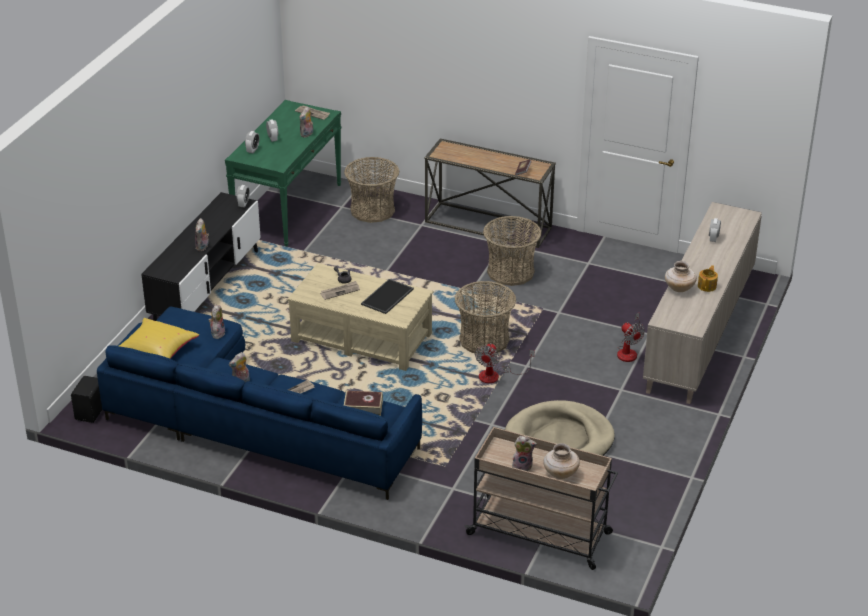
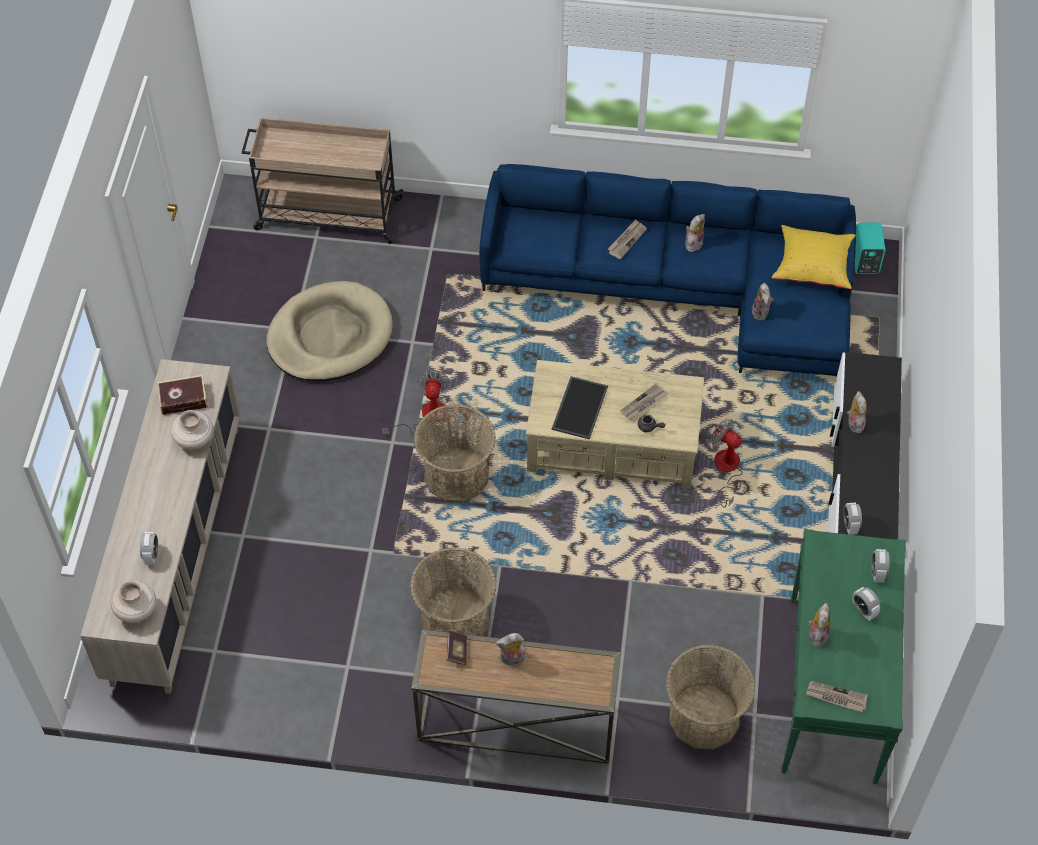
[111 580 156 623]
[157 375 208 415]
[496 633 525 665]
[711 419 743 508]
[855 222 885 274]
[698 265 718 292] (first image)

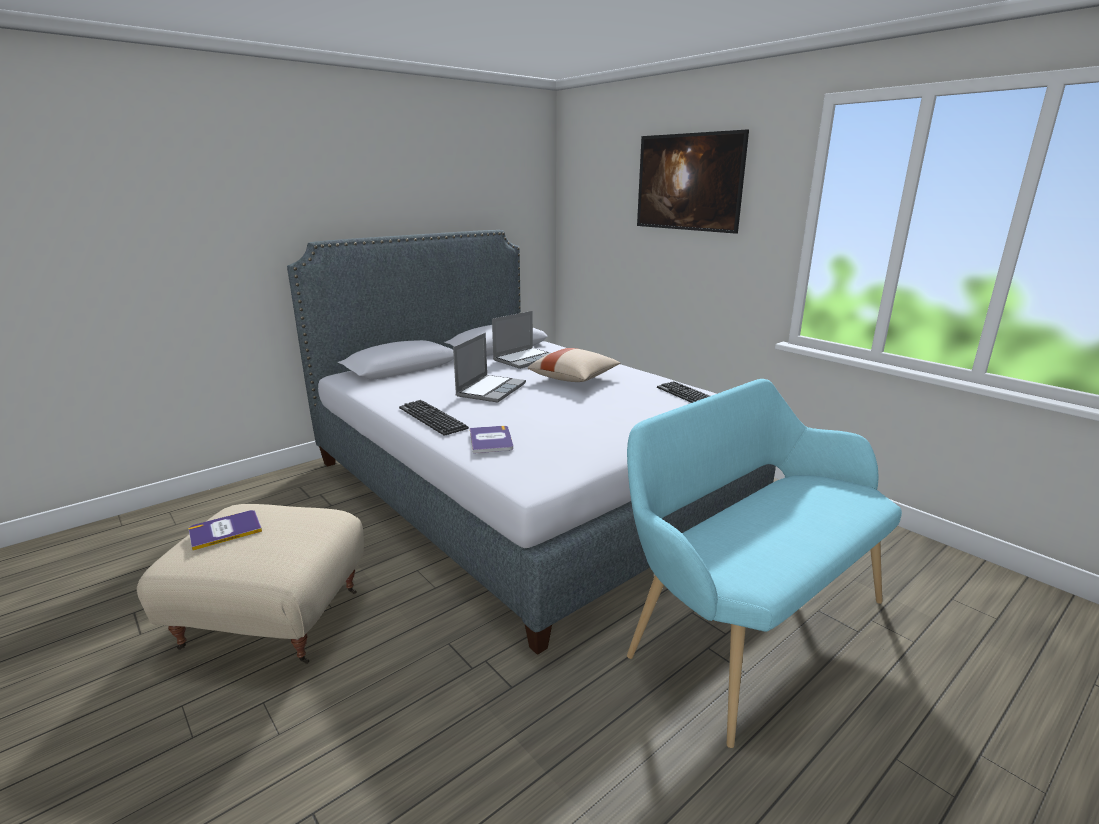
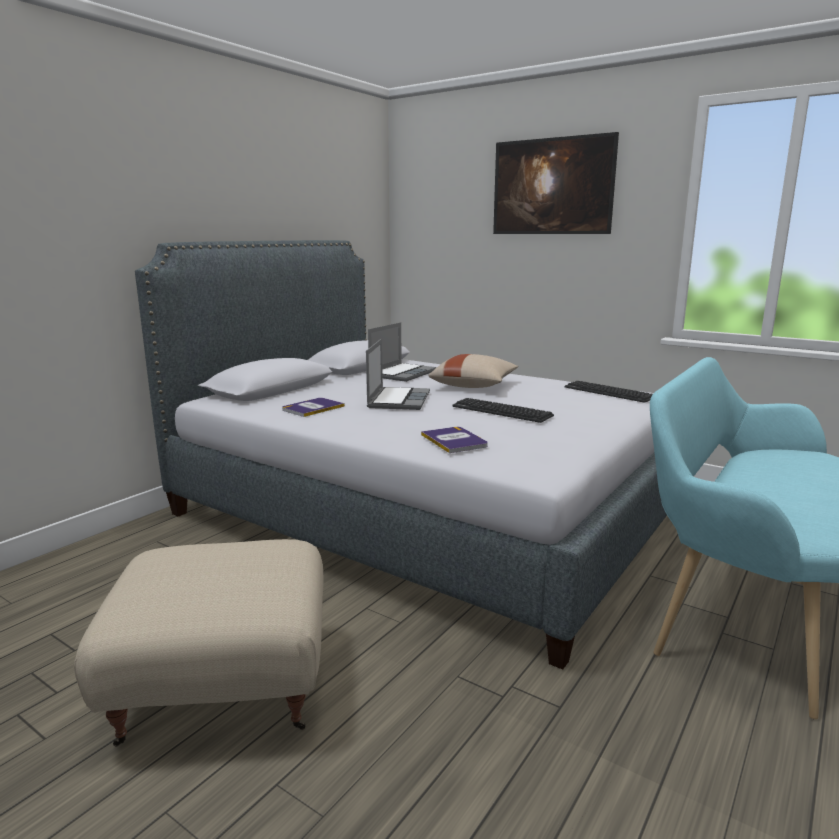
[282 398 345 417]
[452 398 554 423]

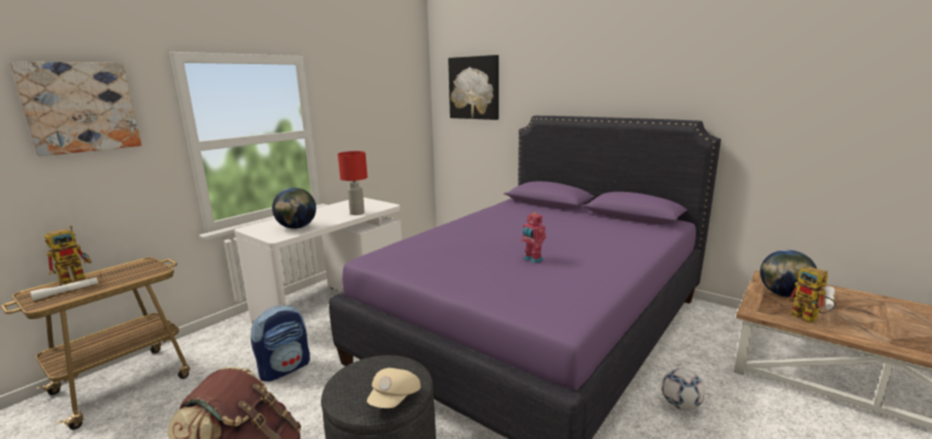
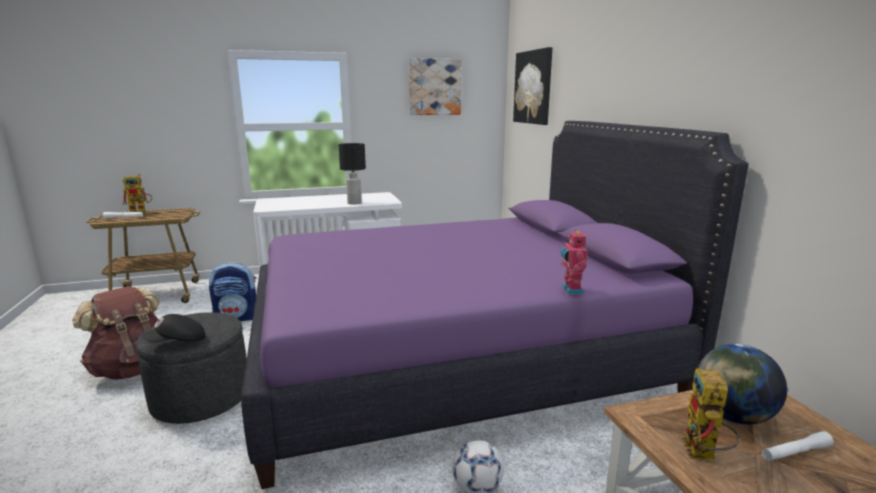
[142 314 205 343]
[339 143 366 205]
[409 58 462 115]
[561 230 588 294]
[272 188 316 229] (first image)

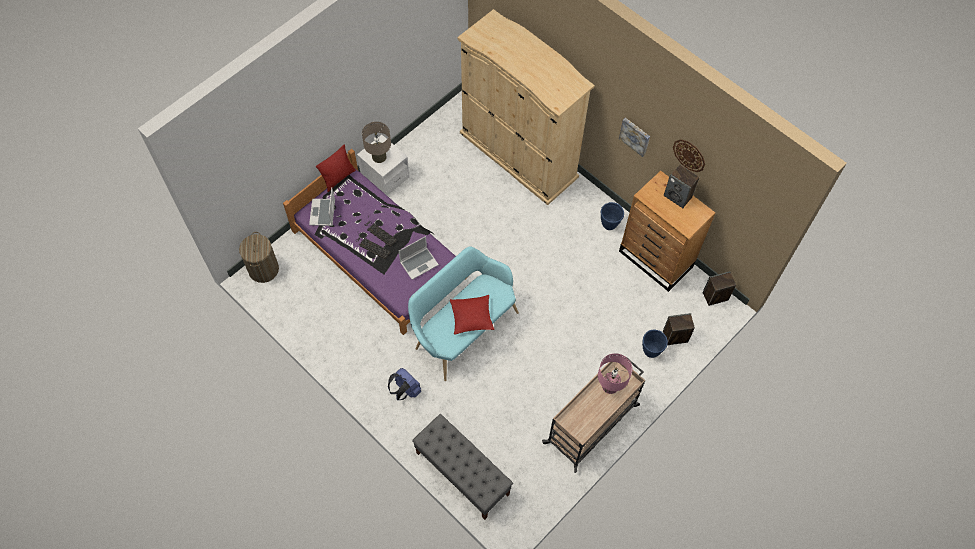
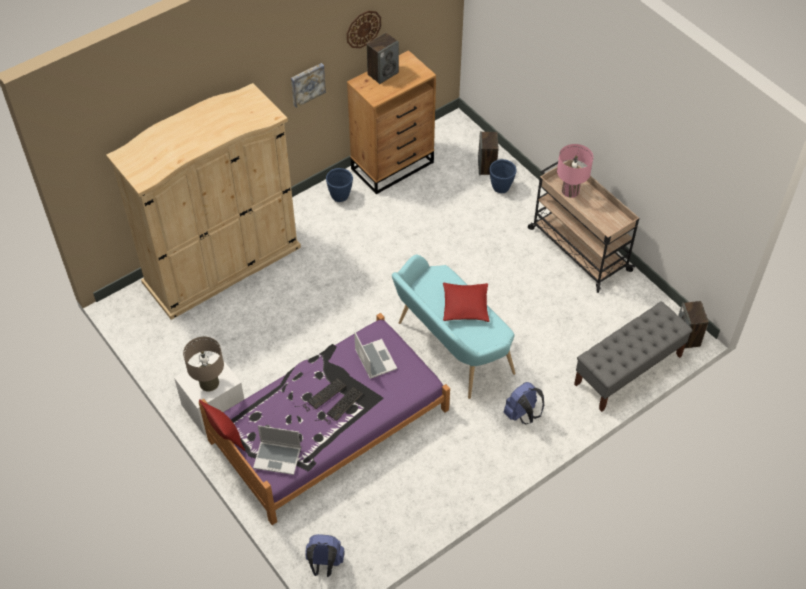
[305 534 345 577]
[678 301 709 348]

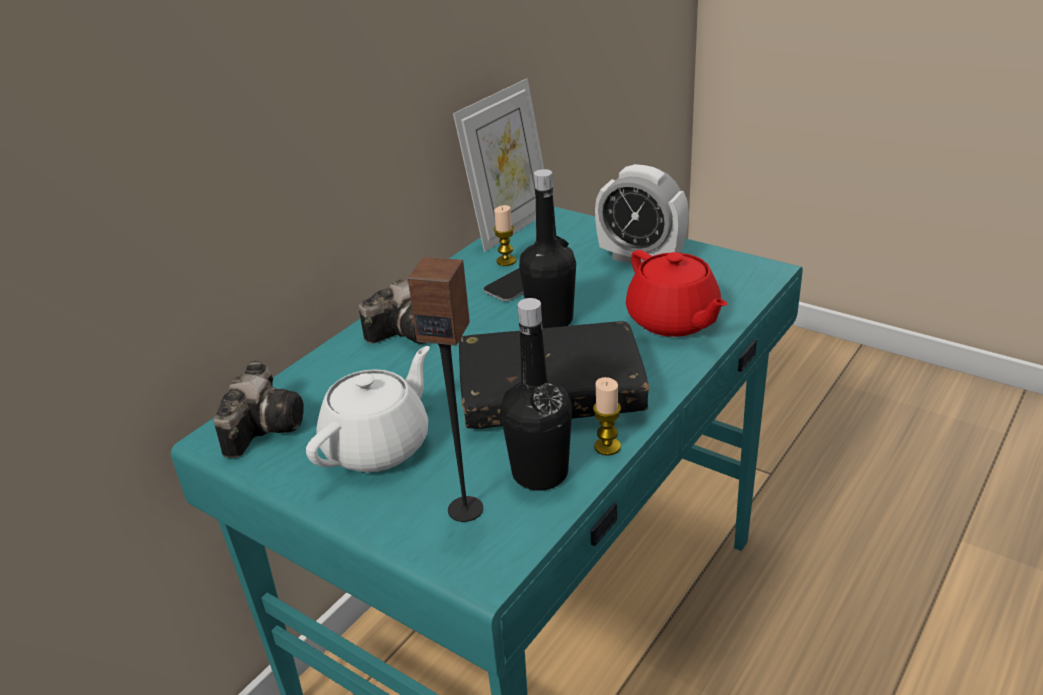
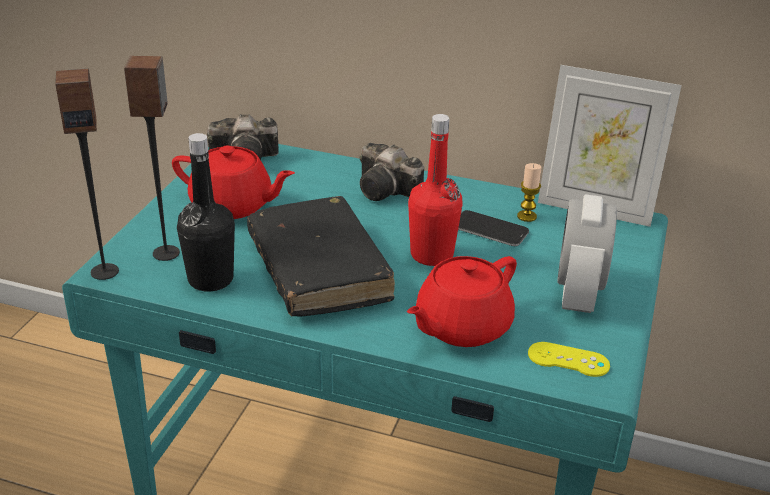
[55 68 119 280]
[172 146 295 219]
[408 114 463 266]
[528 342 610 377]
[593 377 621 456] (first image)

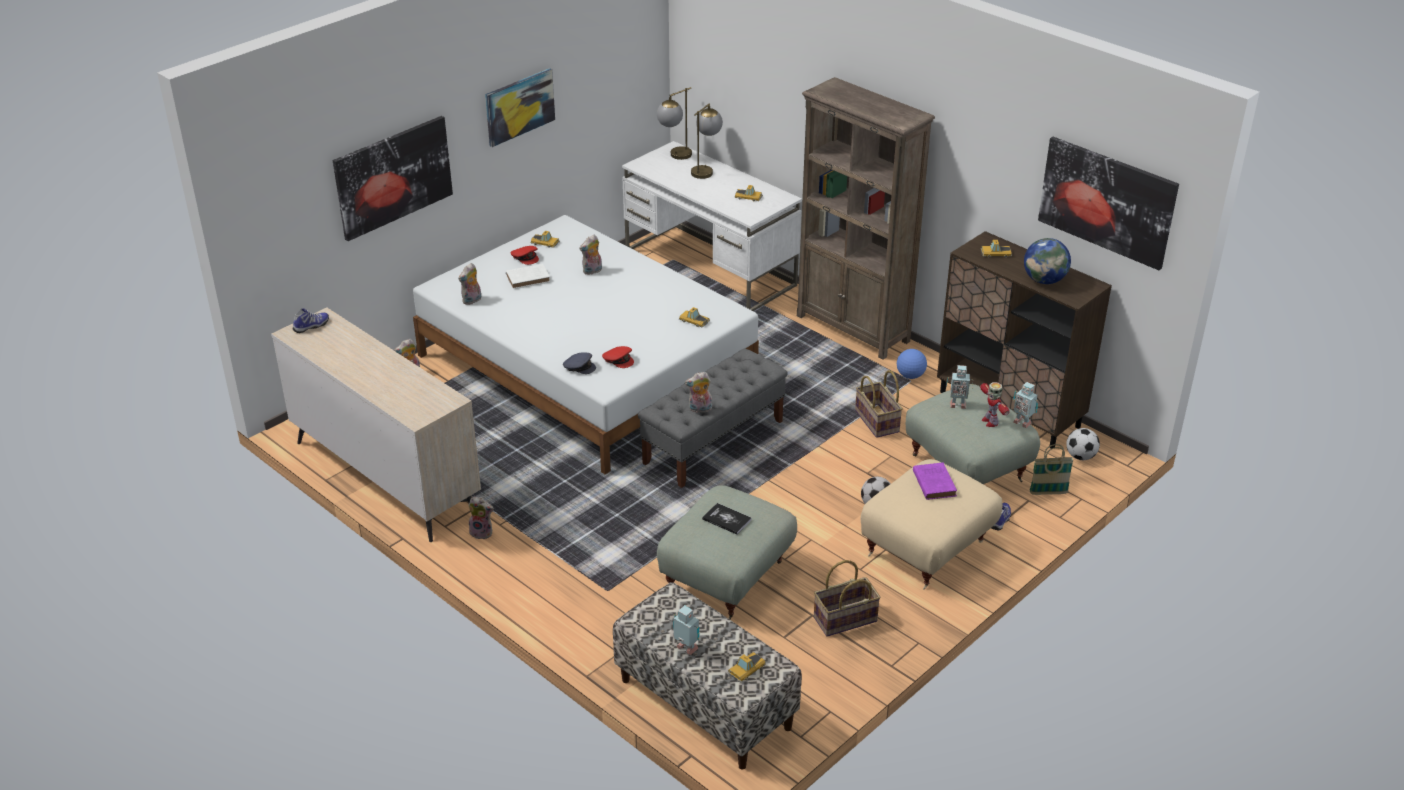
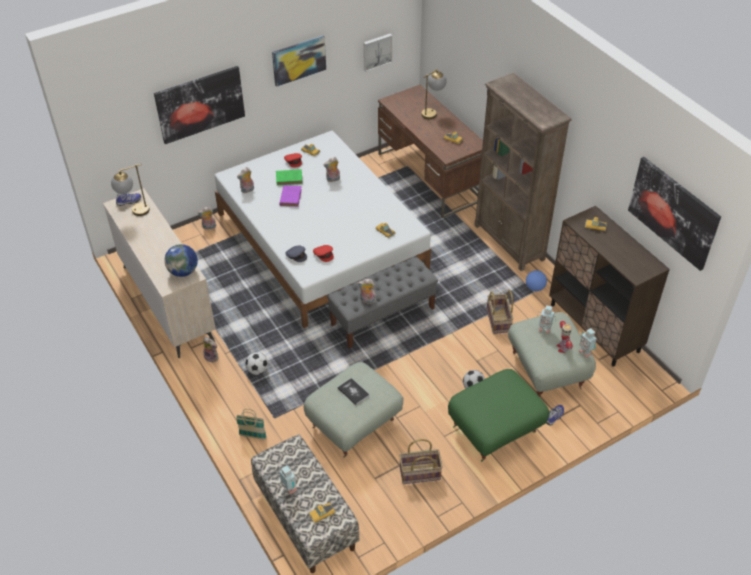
[111 164 150 216]
[164 244 198 277]
[236 409 267 440]
[245 352 268 375]
[276 169 303 185]
[279 185 302 207]
[363 33 393 72]
[378 85 483 218]
[448 369 550 462]

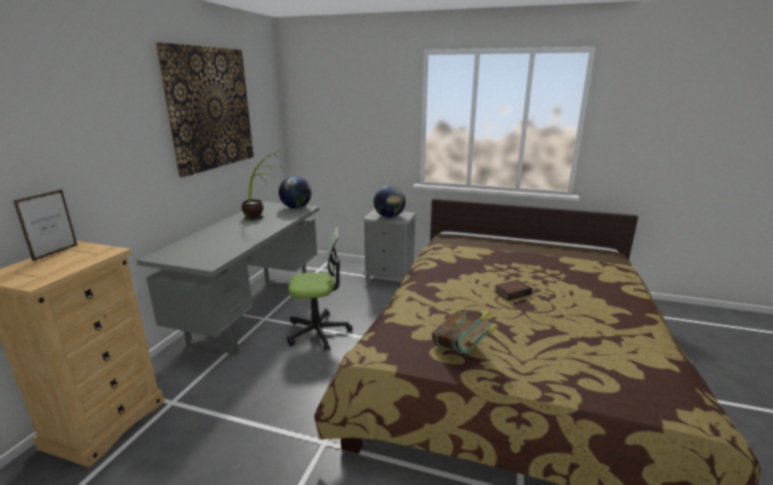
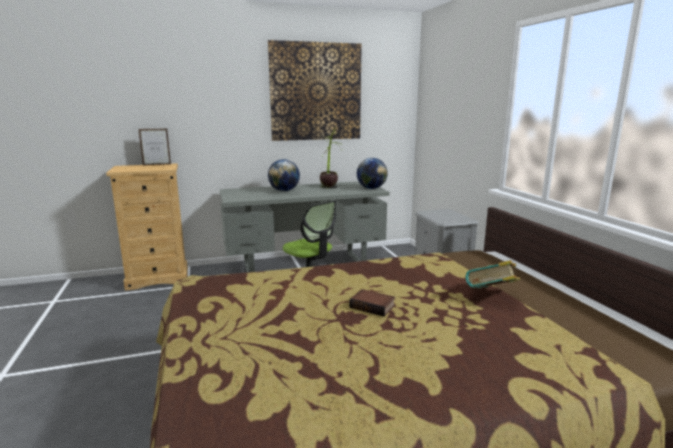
[268 159 300 191]
[465 260 520 289]

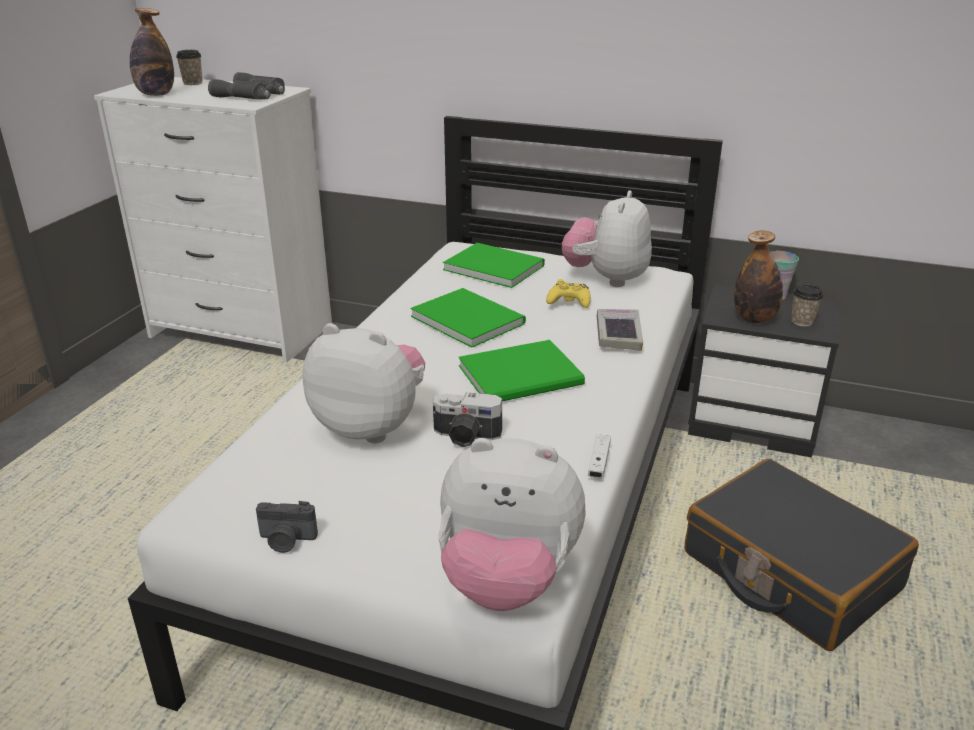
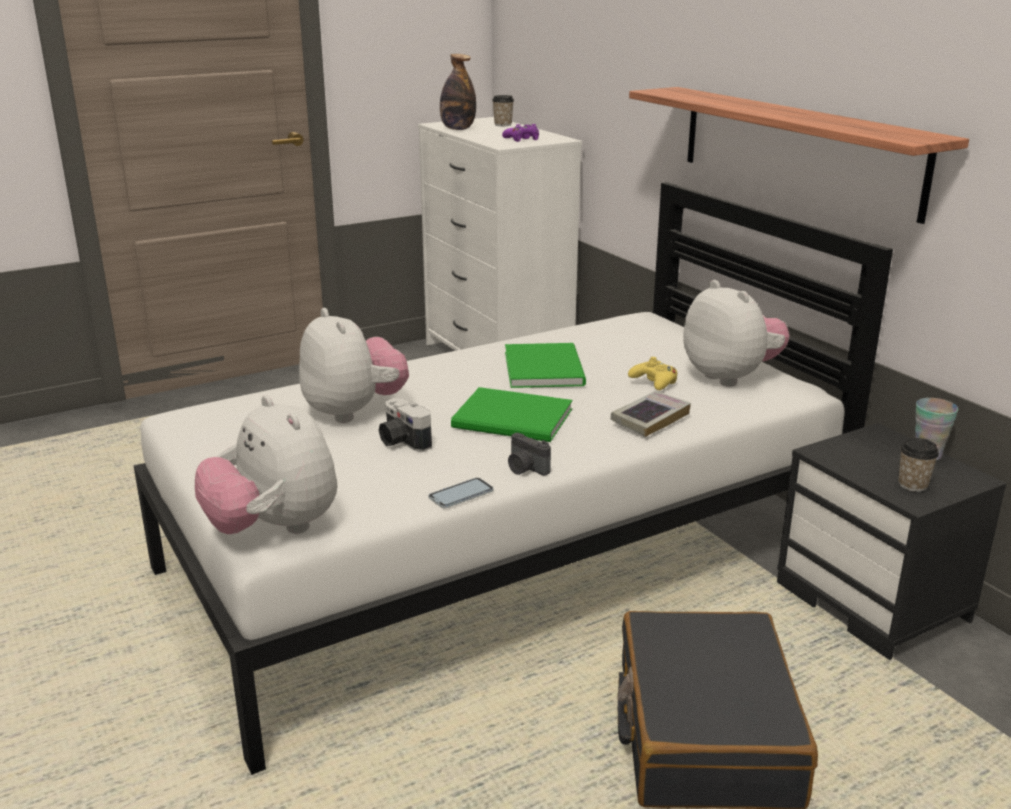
[428 478 494 508]
[502 124 539 142]
[508 433 551 476]
[629 87 969 224]
[683 280 790 387]
[443 243 545 288] (first image)
[734 230 783 323] (first image)

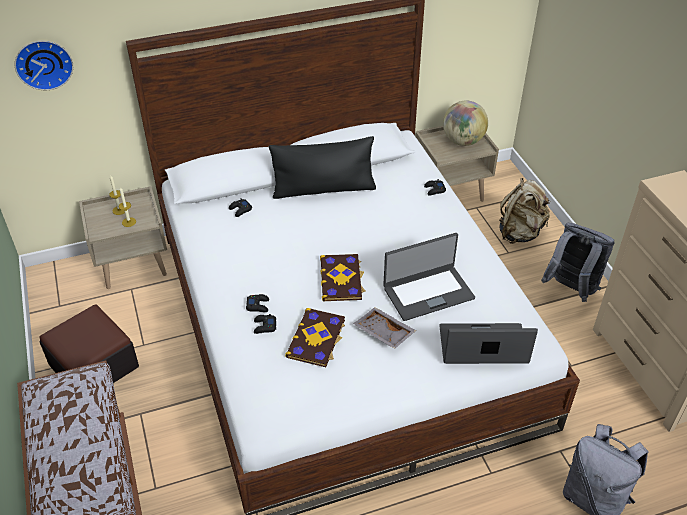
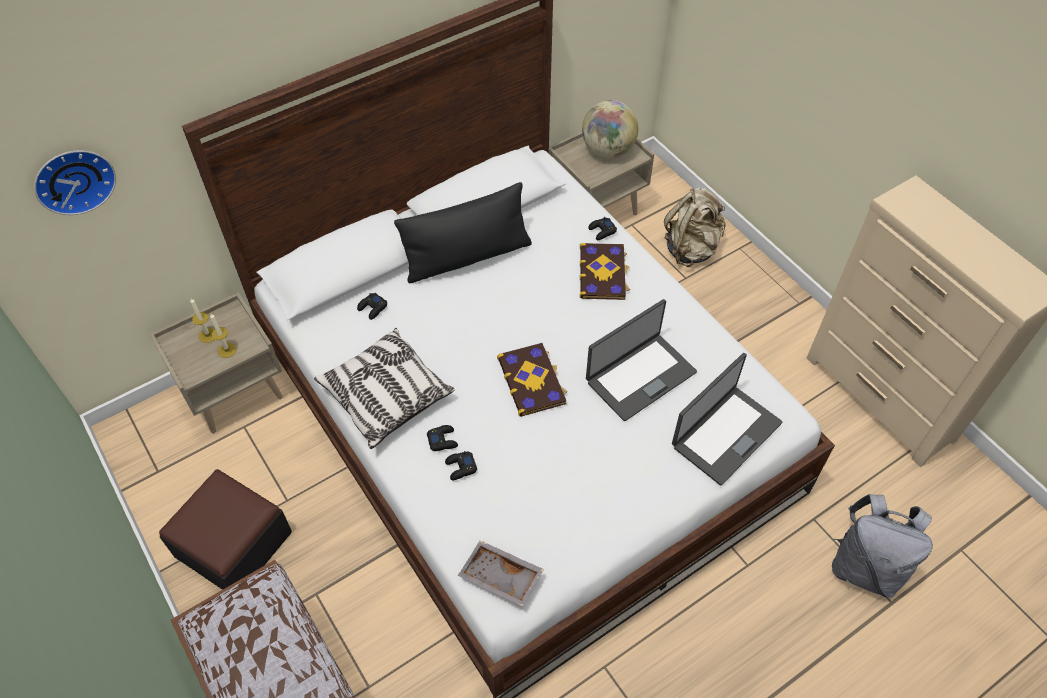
[314 328 455 449]
[458 540 544 607]
[580 243 630 300]
[672 353 782 485]
[541 223 615 302] (first image)

